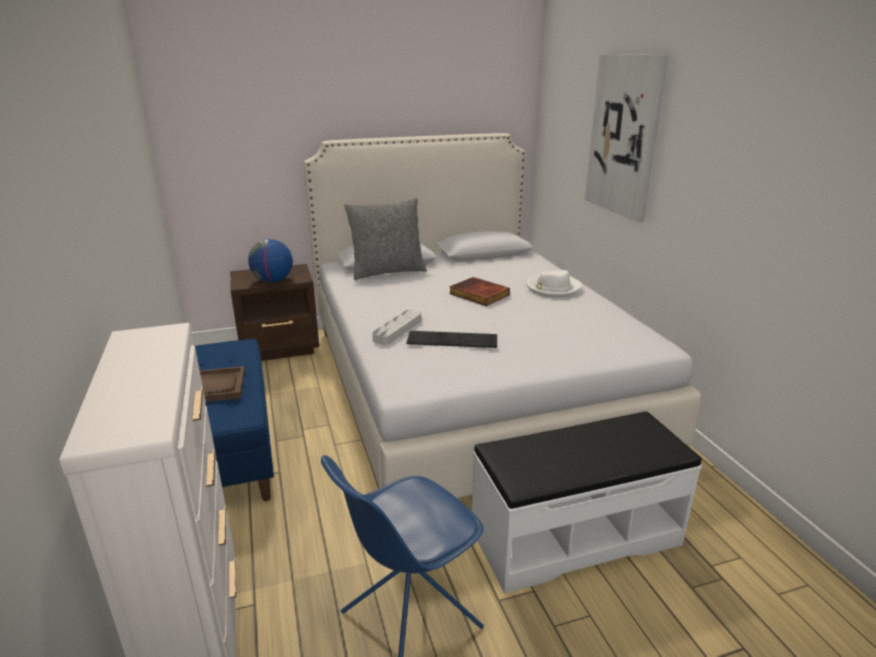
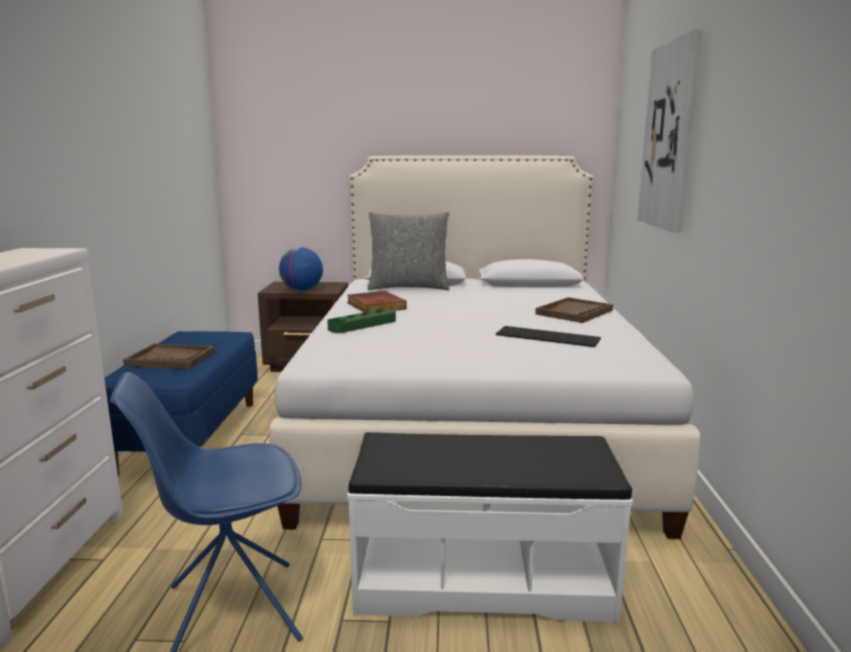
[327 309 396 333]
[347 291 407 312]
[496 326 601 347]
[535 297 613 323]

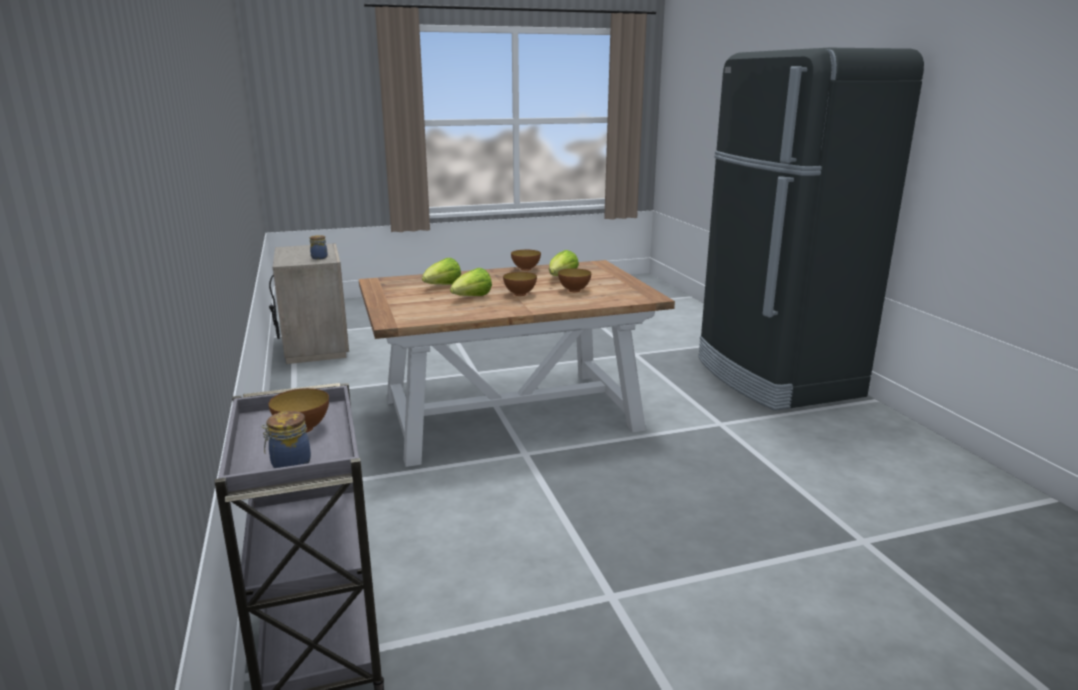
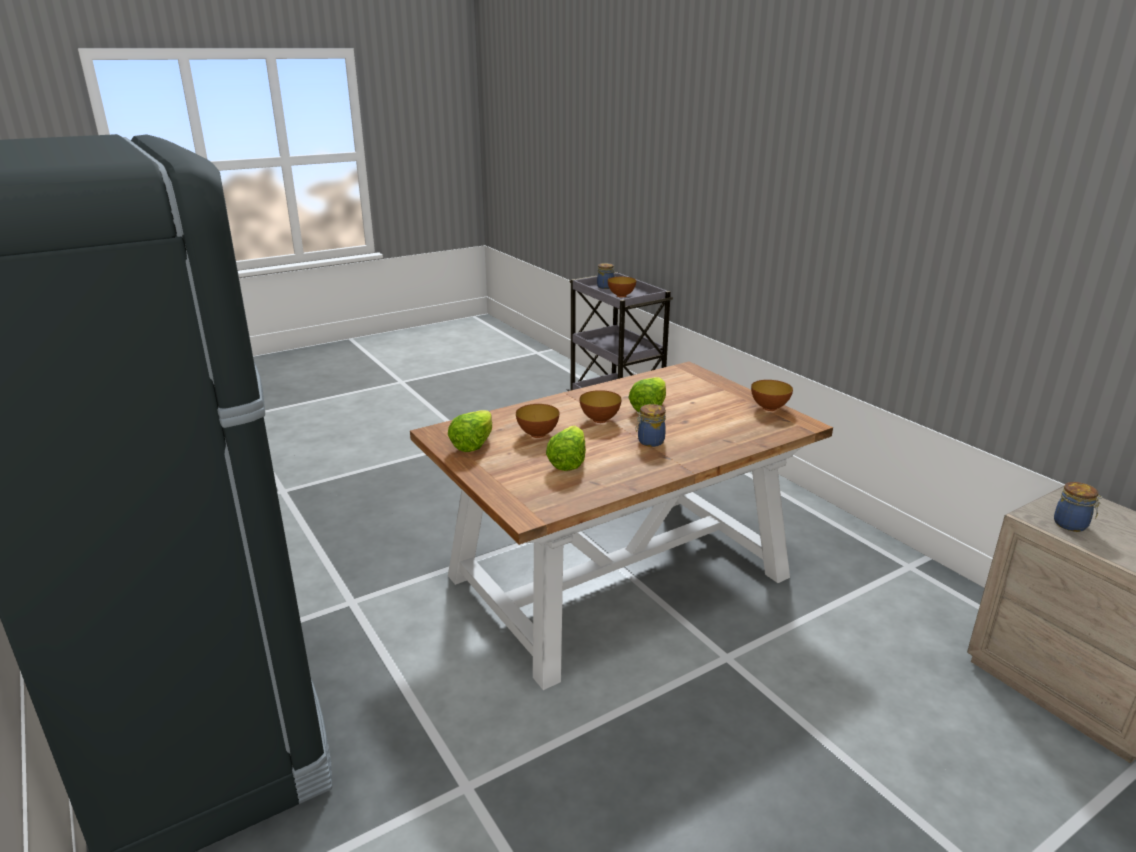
[448 410 492 452]
[635 404 666 447]
[751 380 793 411]

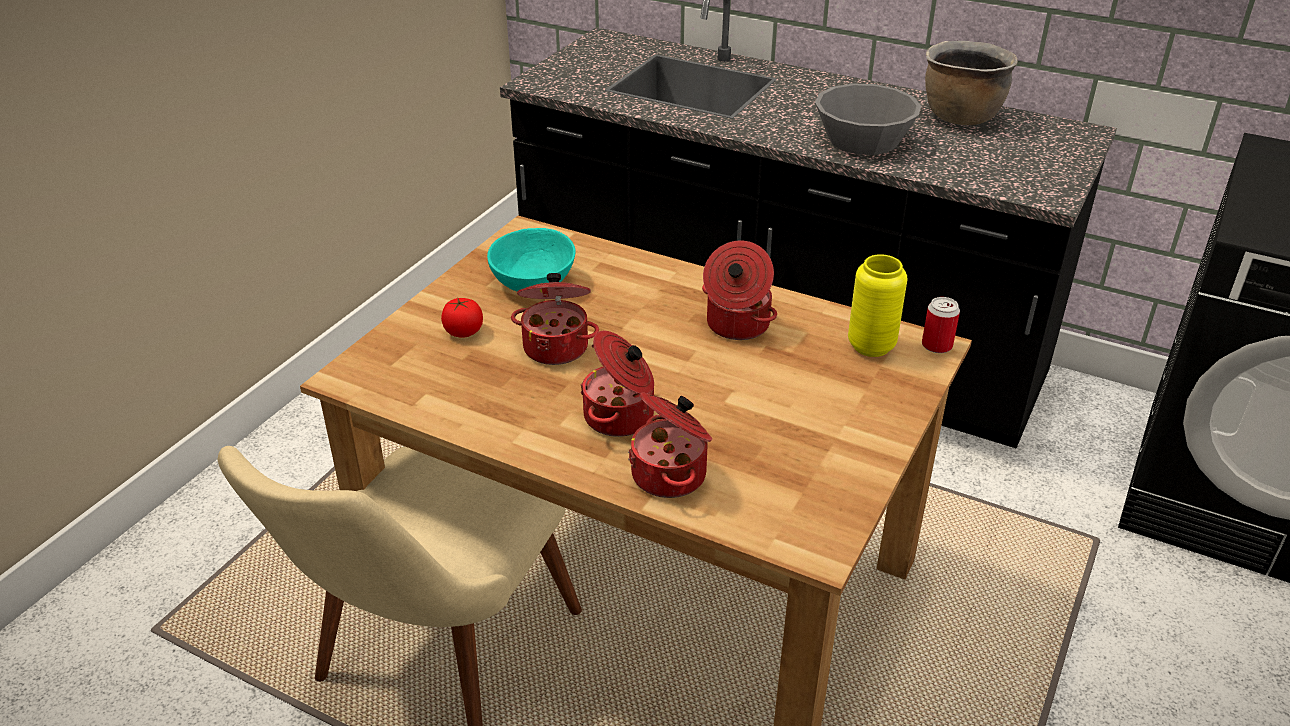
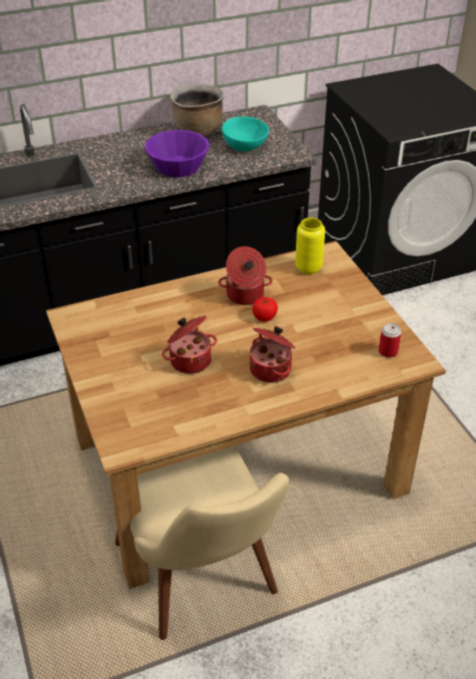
[145 130 209 177]
[222 117 269 151]
[252 297 278 322]
[379 323 401 358]
[628 392 712 498] (first image)

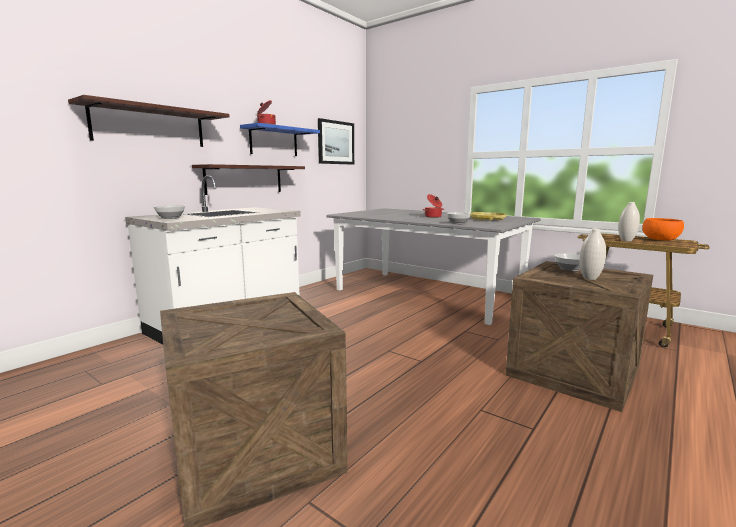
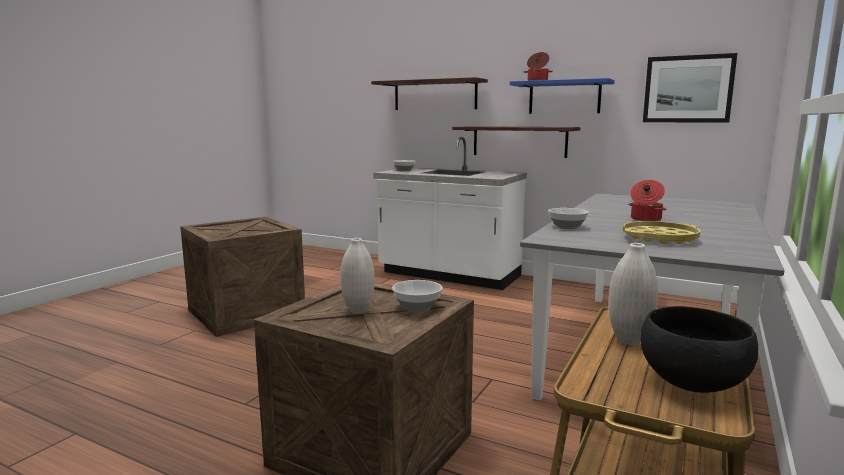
[640 306 758 393]

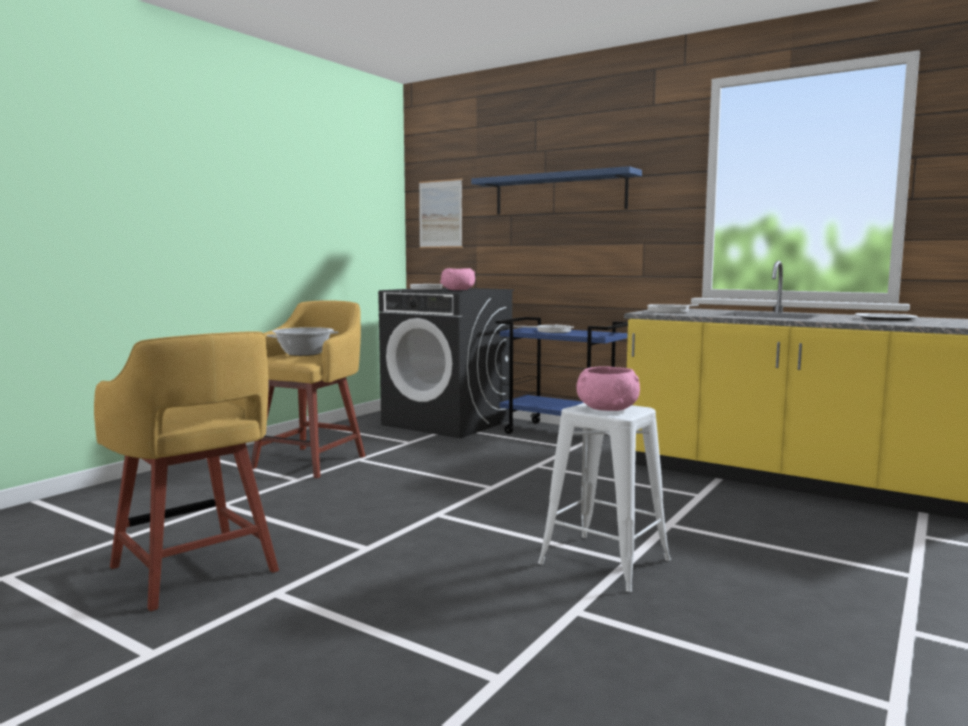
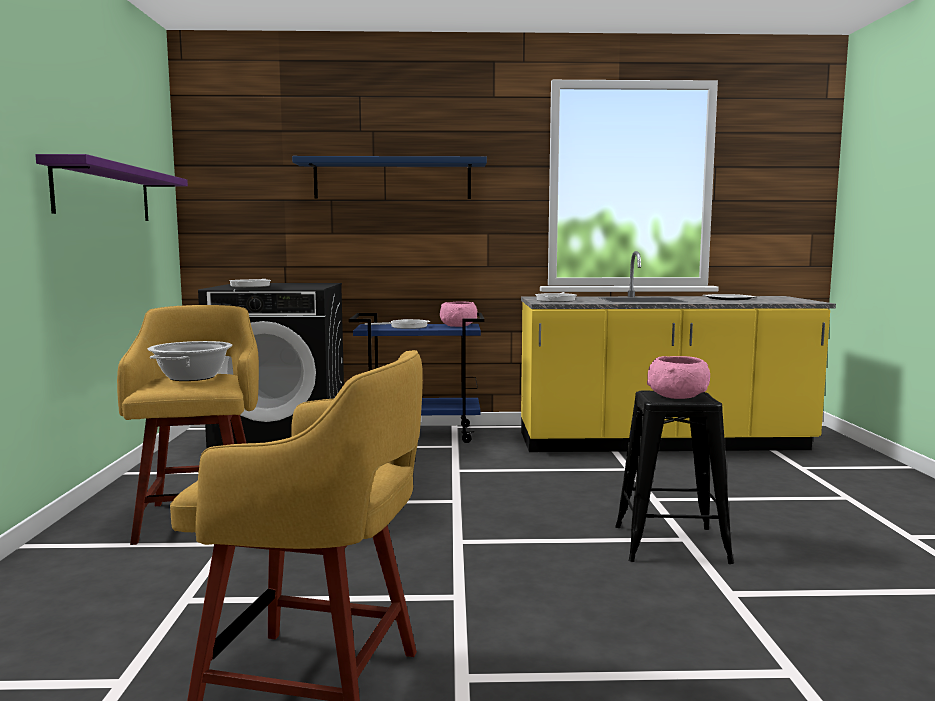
[35 154 188 221]
[440 301 477 327]
[615 390 734 564]
[419 178 462 248] (first image)

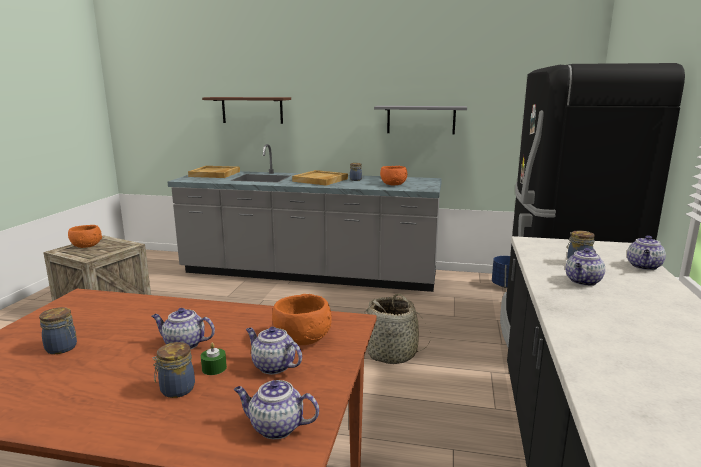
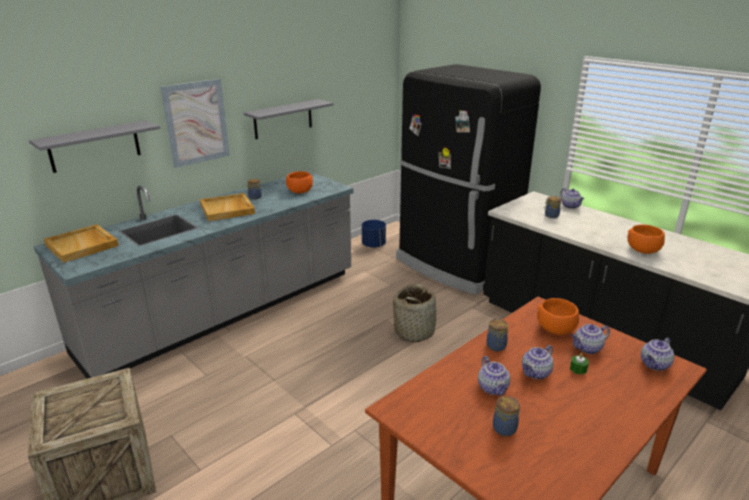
[29 120 160 173]
[160 79 230 168]
[478 356 510 396]
[487 319 508 351]
[627 224 665 254]

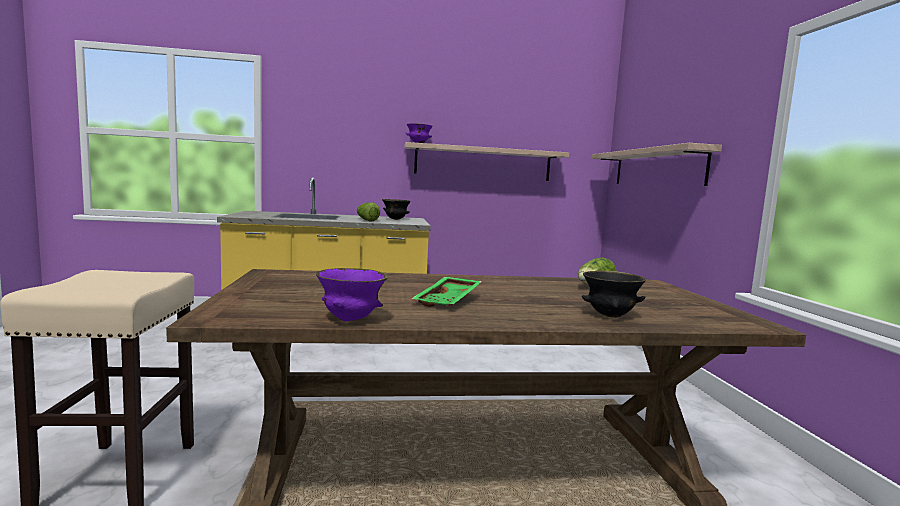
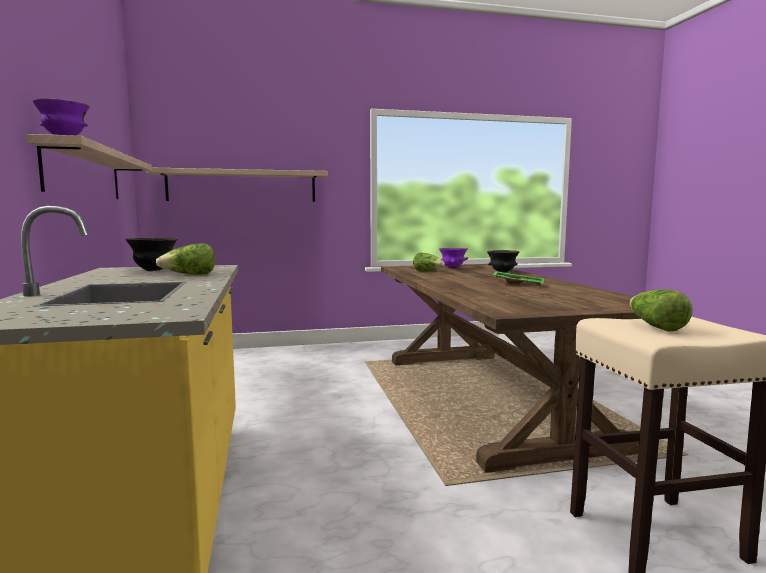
[439 248 468 268]
[630 289 693 332]

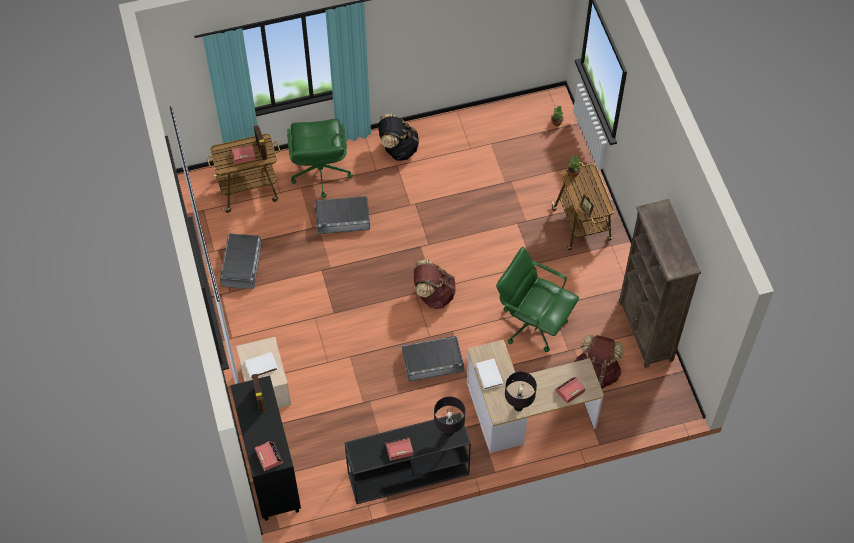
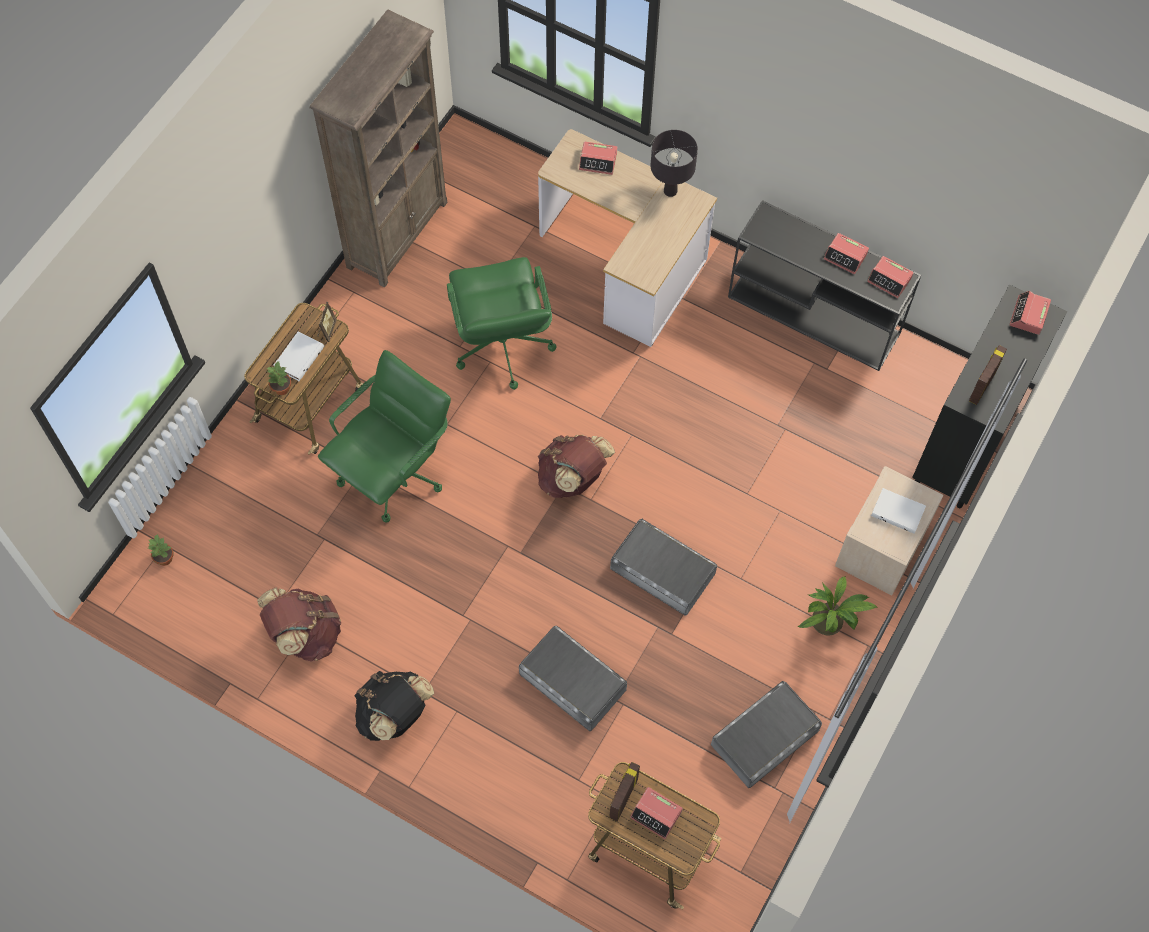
[257 588 341 662]
[273 331 324 381]
[318 350 451 523]
[610 519 717 616]
[797 576 878 636]
[867 256 914 298]
[434 397 465 436] (first image)

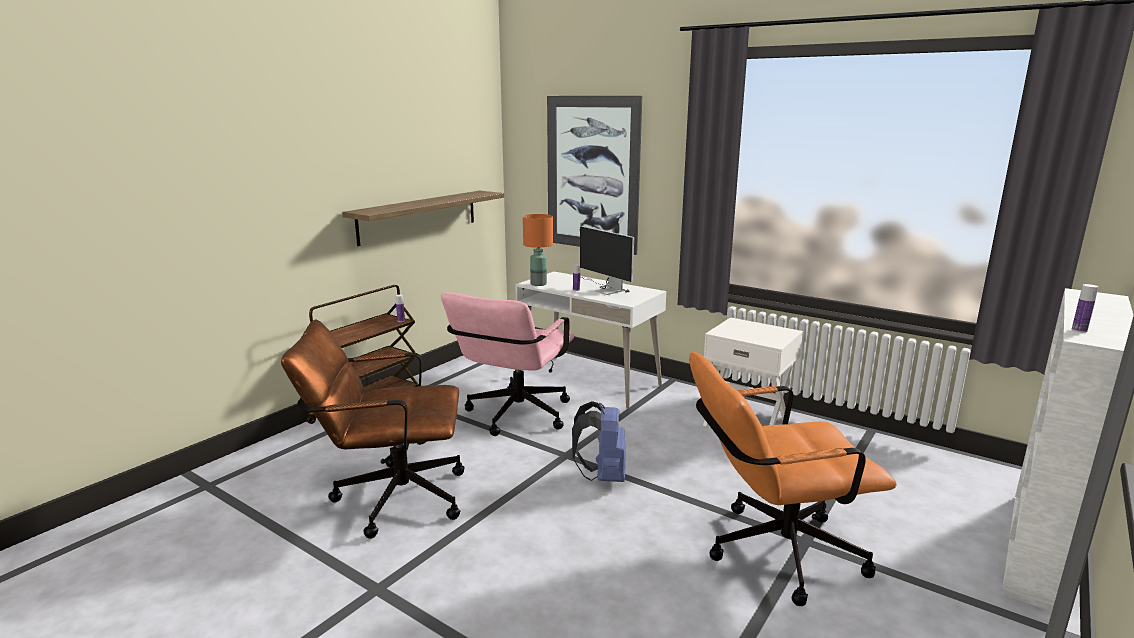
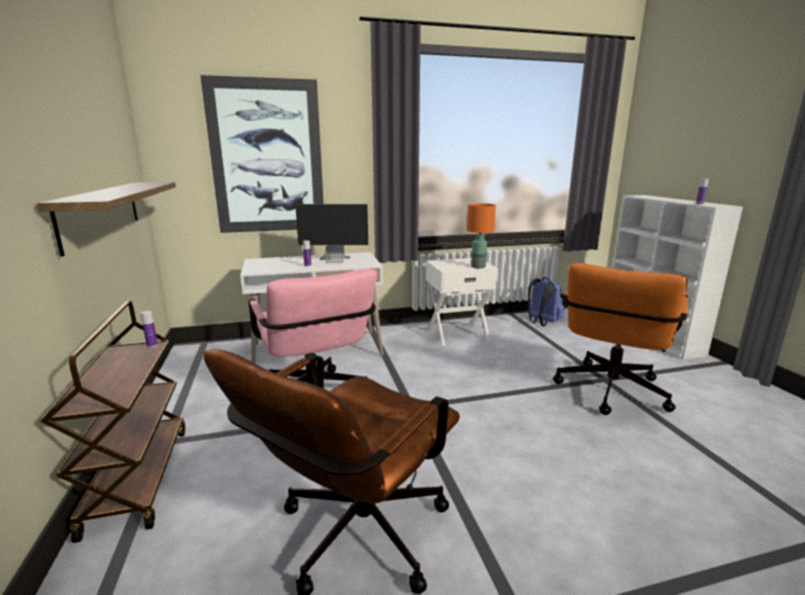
[467 203 496 268]
[528 277 564 326]

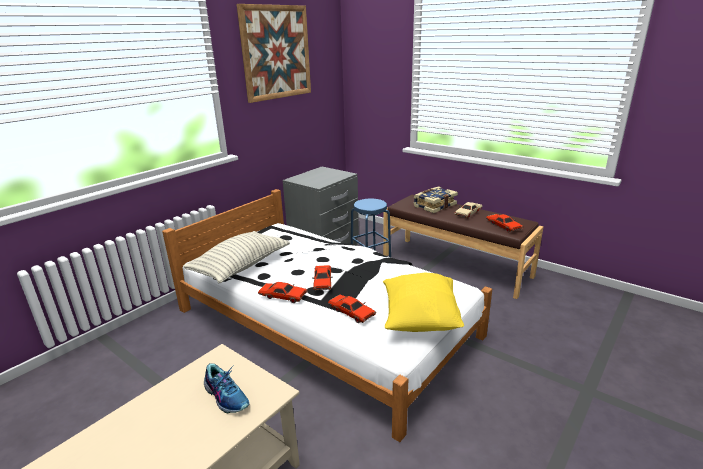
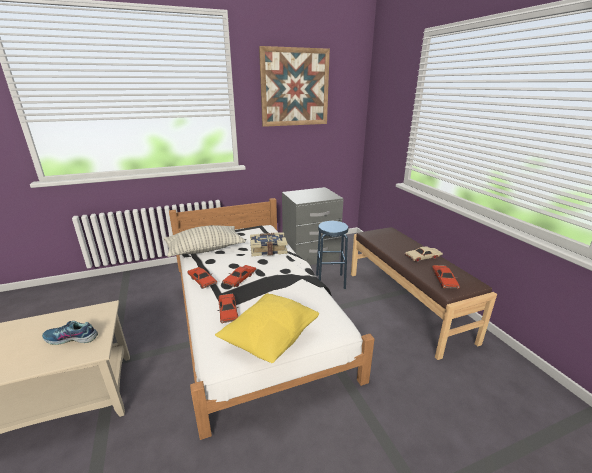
[42 321 98 345]
[250 232 287 256]

